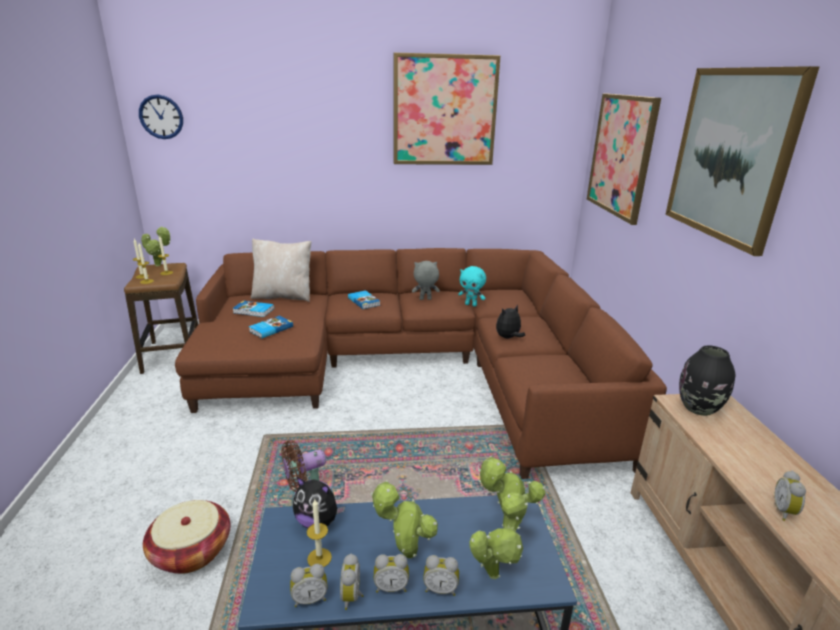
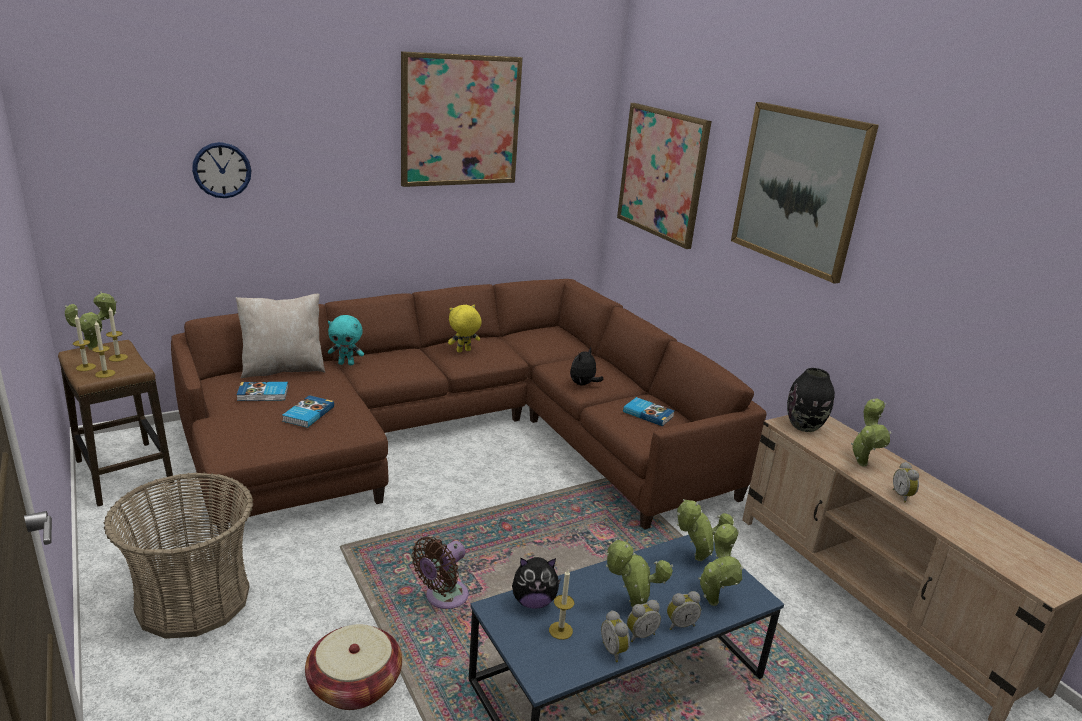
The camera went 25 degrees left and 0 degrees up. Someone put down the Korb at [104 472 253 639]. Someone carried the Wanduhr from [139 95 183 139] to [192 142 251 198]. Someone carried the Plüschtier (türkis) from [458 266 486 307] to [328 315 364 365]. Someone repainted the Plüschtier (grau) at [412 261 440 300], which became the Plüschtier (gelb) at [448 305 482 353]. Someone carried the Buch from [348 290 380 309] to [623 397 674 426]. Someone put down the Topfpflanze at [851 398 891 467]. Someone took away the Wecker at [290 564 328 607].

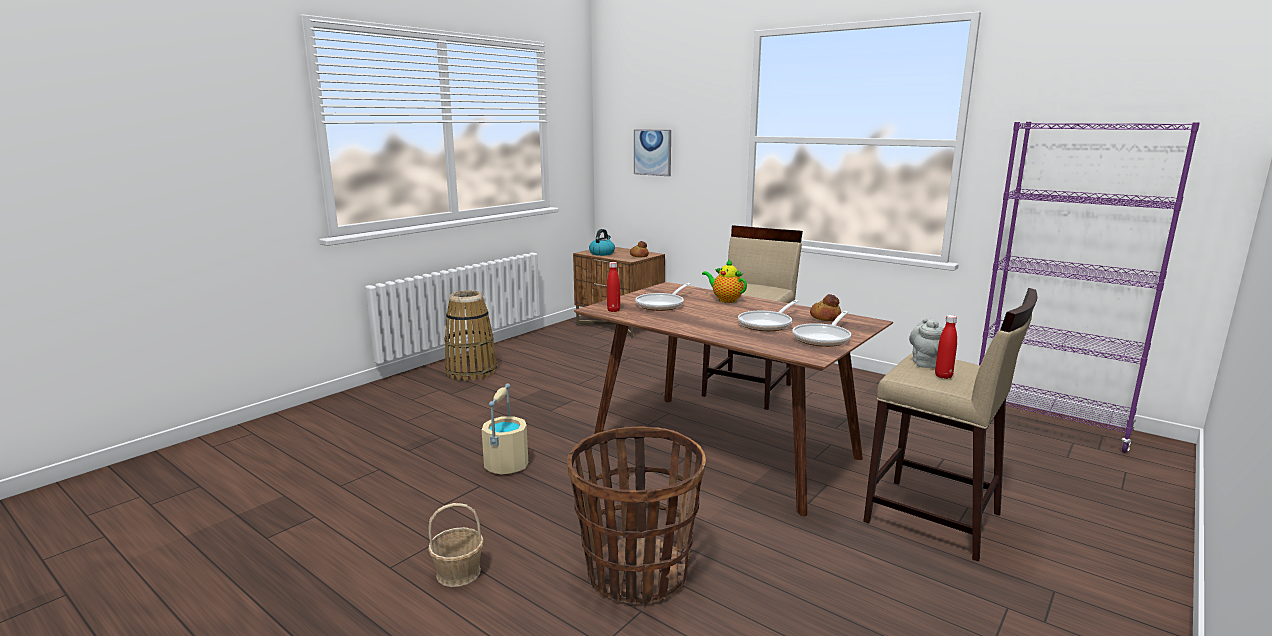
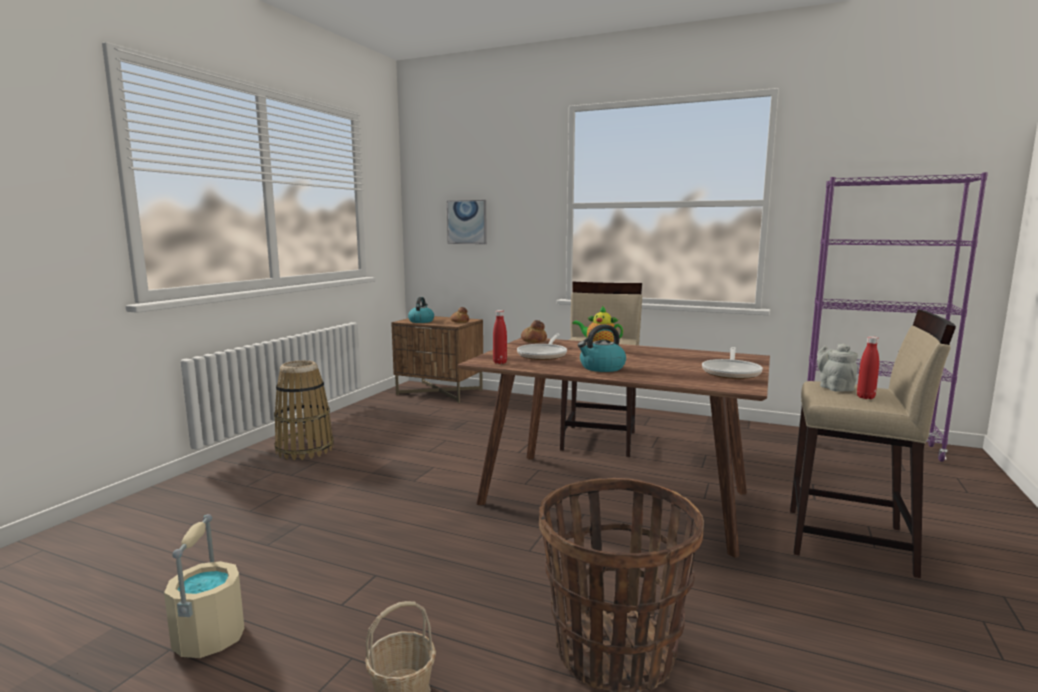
The camera went 15 degrees left and 5 degrees down. Someone carried the Eimer (beige) from [482 383 528 475] to [164 514 244 658]. Someone carried the Brot from [810 294 841 321] to [521 320 547 343]. Someone put down the Wasserkessel at [578 324 626 372]. Someone took away the Pfanne at [738 300 799 331].

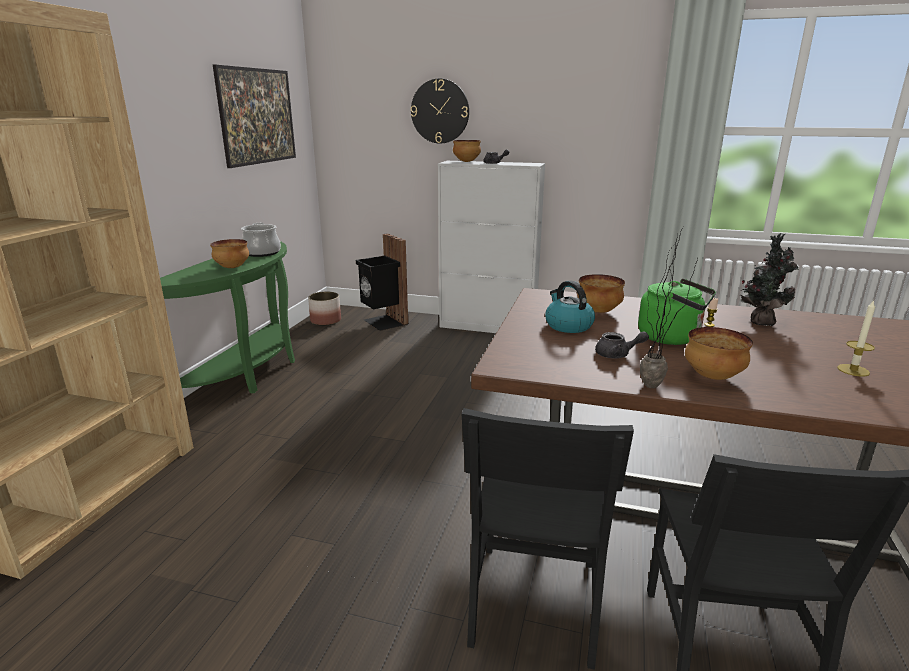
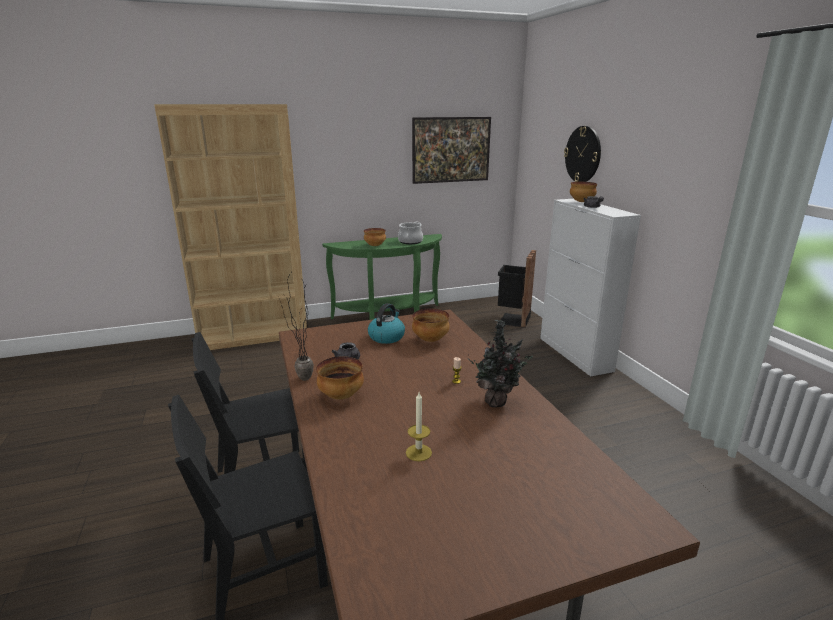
The camera went 55 degrees right and 0 degrees up. Someone took away the Pflanzkübel at [308 292 341 326]. Someone took away the Wasserkessel (grün) at [638 278 716 345].

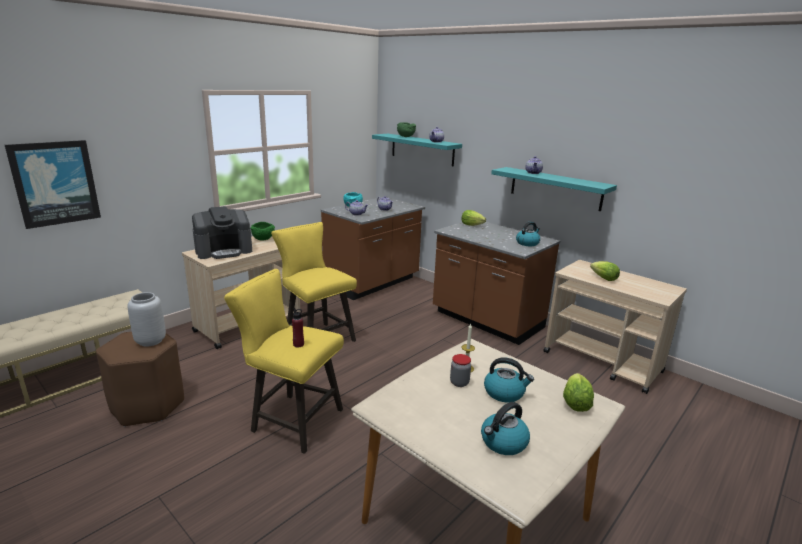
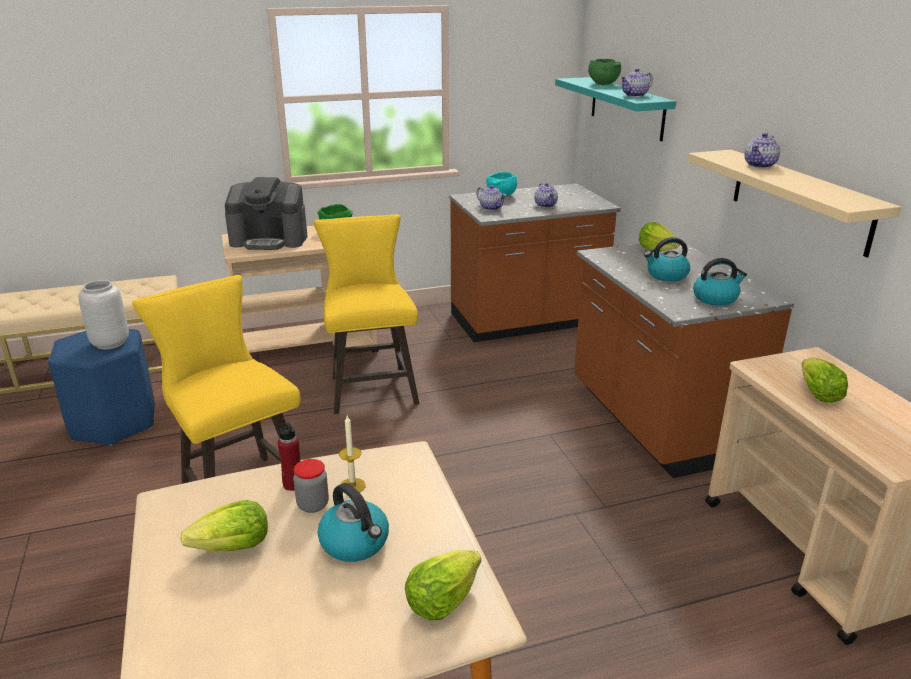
The camera went 30 degrees right and 5 degrees up. Someone repainted the Hocker (braun) at [96 332 184 427], which became the Hocker (blau) at [48 329 155 446]. Someone put down the Salatkopf at [180 500 268 551]. Someone carried the Flasche (rot) from [292 308 304 347] to [278 418 300 491]. Someone carried the Wasserkessel from [481 402 530 455] to [644 237 690 281]. Someone repainted the Wandregal (türkis) at [491 167 617 211], which became the Wandregal (beige) at [688 150 901 257]. Someone took away the Bild at [5 140 101 229].

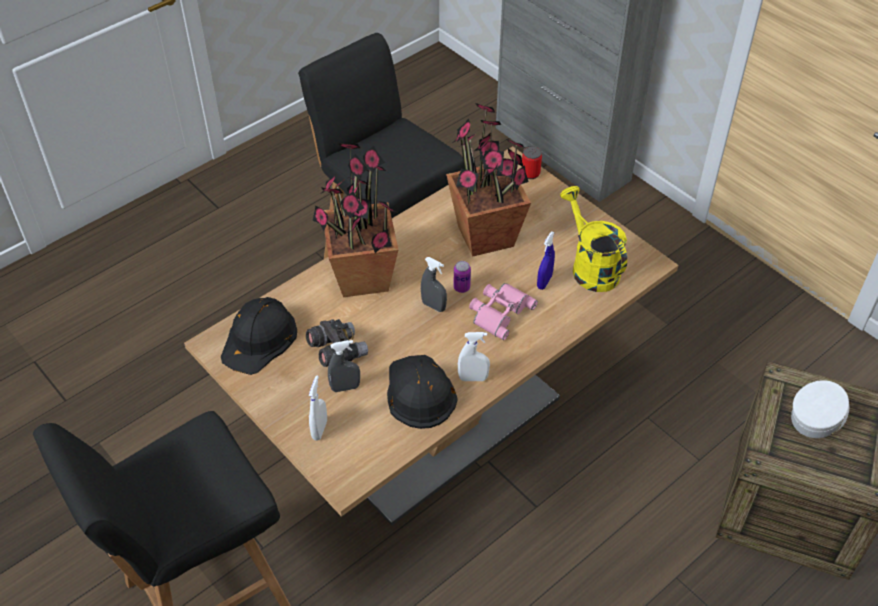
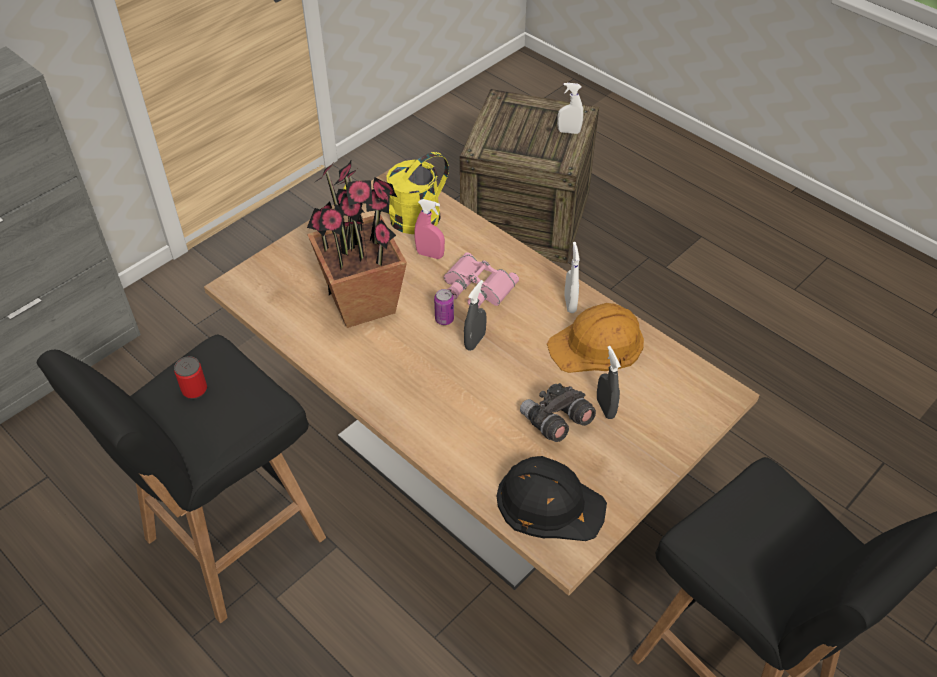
The camera went 95 degrees left and 0 degrees up. Someone carried the Dose from [522 146 542 179] to [174 356 207 399]. Someone repainted the Sprühflasche (blau) at [537 231 555 290], which became the Sprühflasche (rosa) at [414 199 445 259]. Someone repainted the Schutzhelm (schwarz) at [387 355 458 429], which became the Schutzhelm (orange) at [547 303 644 373]. Someone carried the Sprühflasche (weiß) from [309 376 327 441] to [557 83 583 134]. Someone took away the Topfpflanze at [313 143 398 297]. Someone took away the Kappe (weiß) at [791 380 849 438].

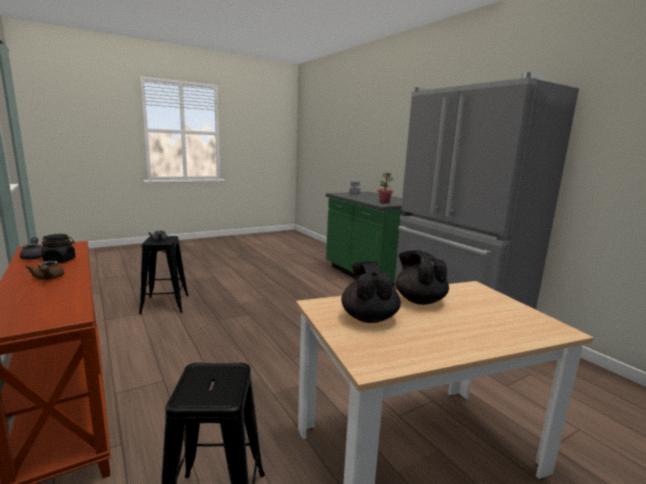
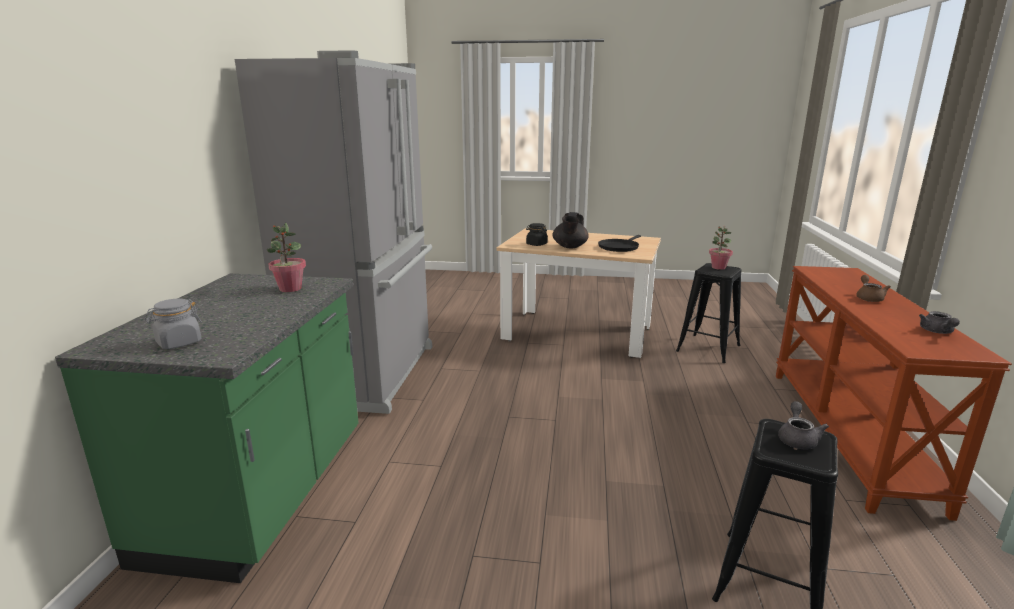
The camera went 140 degrees left and 5 degrees up. Someone carried the Vorratsglas (schwarz) from [41 234 76 263] to [526 223 548 246]. Someone swapped the Teekanne (schwarz) at [341 261 401 323] for the Pfanne (schwarz) at [598 235 641 252]. Someone put down the Topfpflanze at [709 226 733 270].

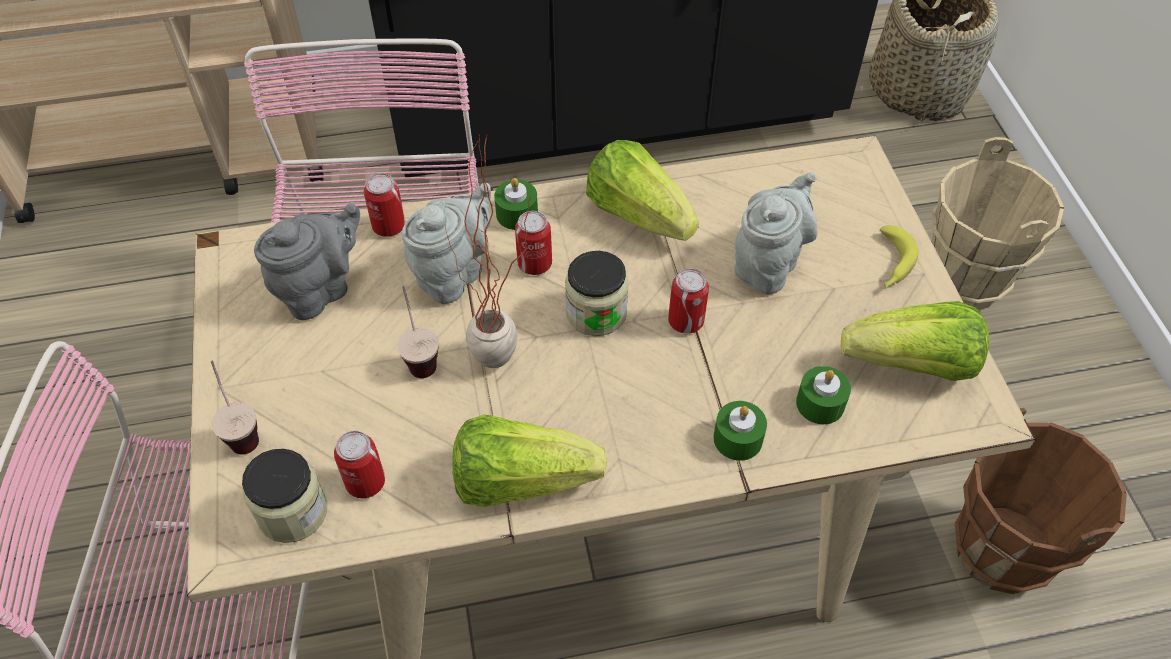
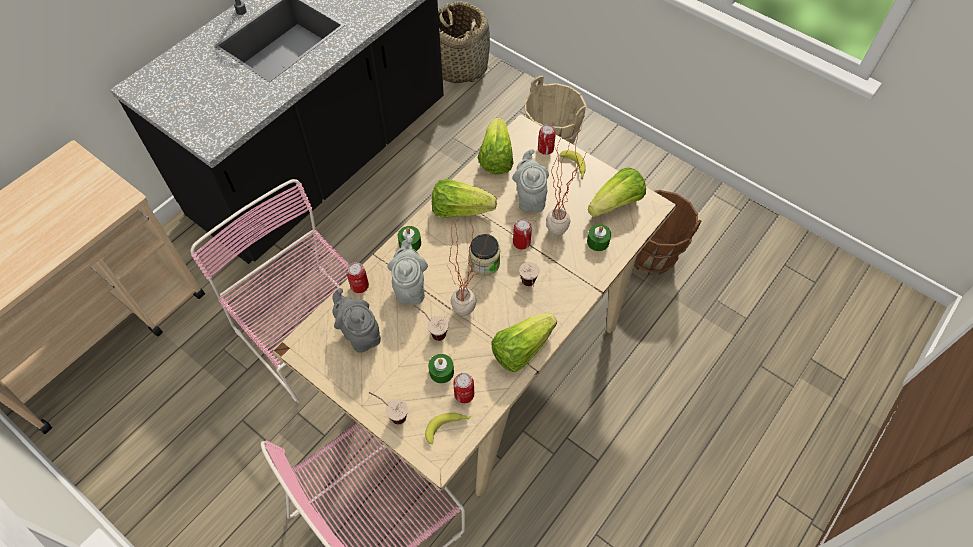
The camera went 40 degrees left and 5 degrees up. Someone rotated the Teekanne (grau) at [254 203 360 320] by 45 degrees counterclockwise. Someone swapped the Vorratsglas at [242 448 327 543] for the Banane at [425 413 471 444]. Someone carried the Kerze (grün) from [713 401 767 461] to [428 354 454 384]. Someone put down the Salatkopf at [477 118 513 174]. Someone put down the Tasse at [519 262 539 287]. Someone carried the Dose from [515 211 552 275] to [538 124 556 155]. Someone put down the Topfpflanze at [546 127 589 236].

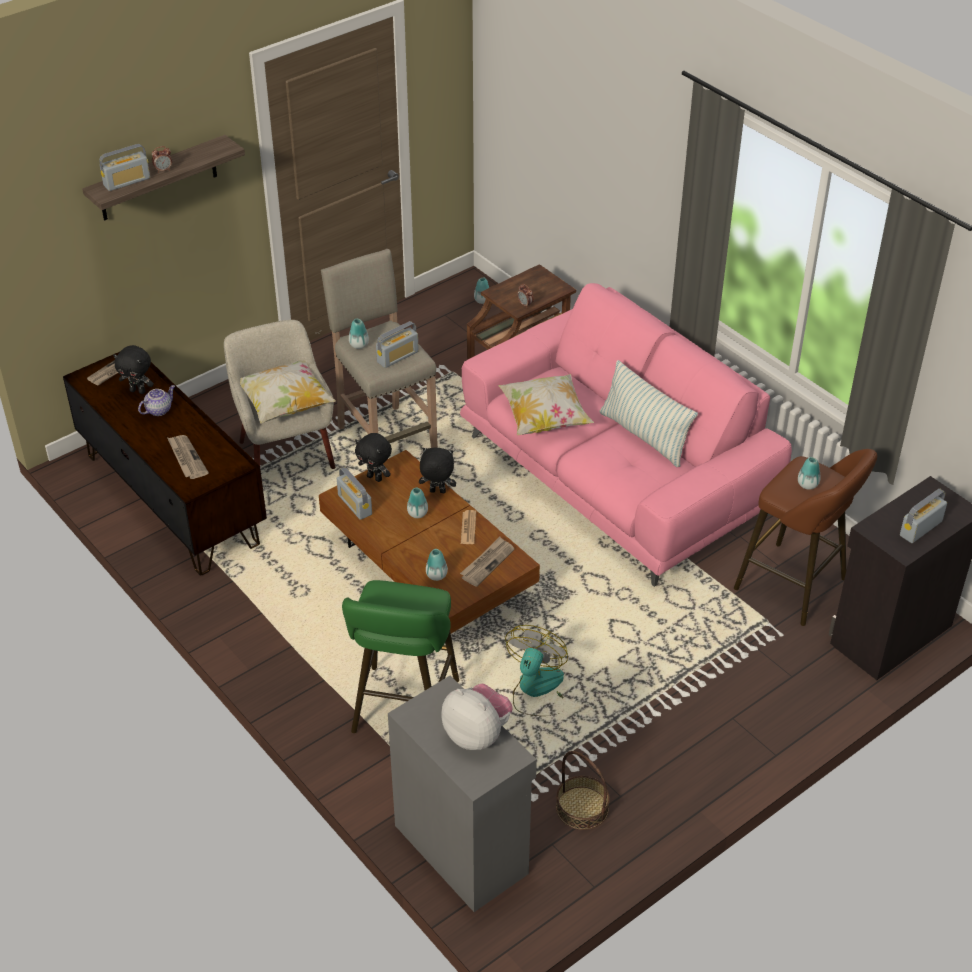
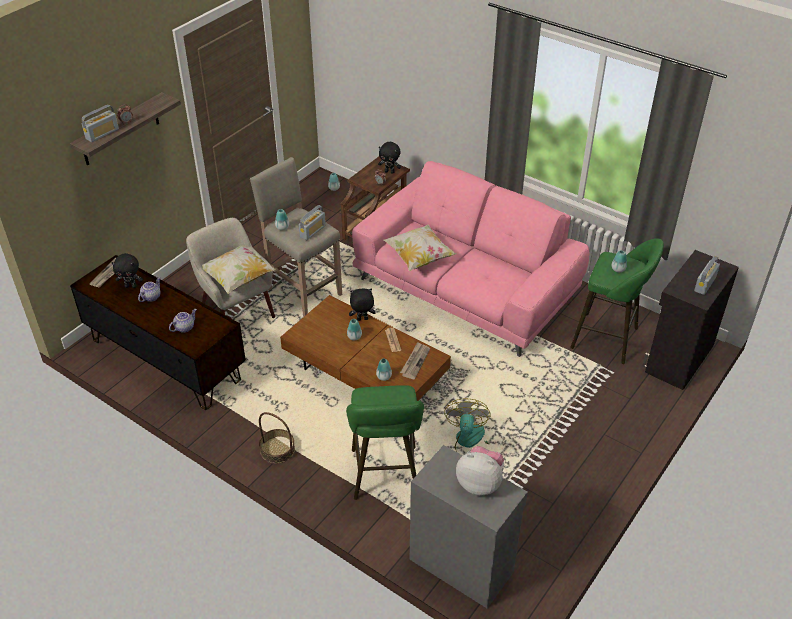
The camera went 15 degrees left and 0 degrees up. Someone swapped the Zeitung at [167 435 209 479] for the Teekanne at [169 309 197 333]. Someone carried the Korb from [556 751 610 830] to [259 412 295 464]. Someone carried the Plüschtier (schwarz) from [355 433 392 482] to [378 142 401 174]. Someone repainted the Hocker (braun) at [734 449 877 626], which became the Hocker (grün) at [570 238 664 364]. Someone took away the Radio at [337 467 372 520]. Someone took away the Kissen at [600 360 698 467].

